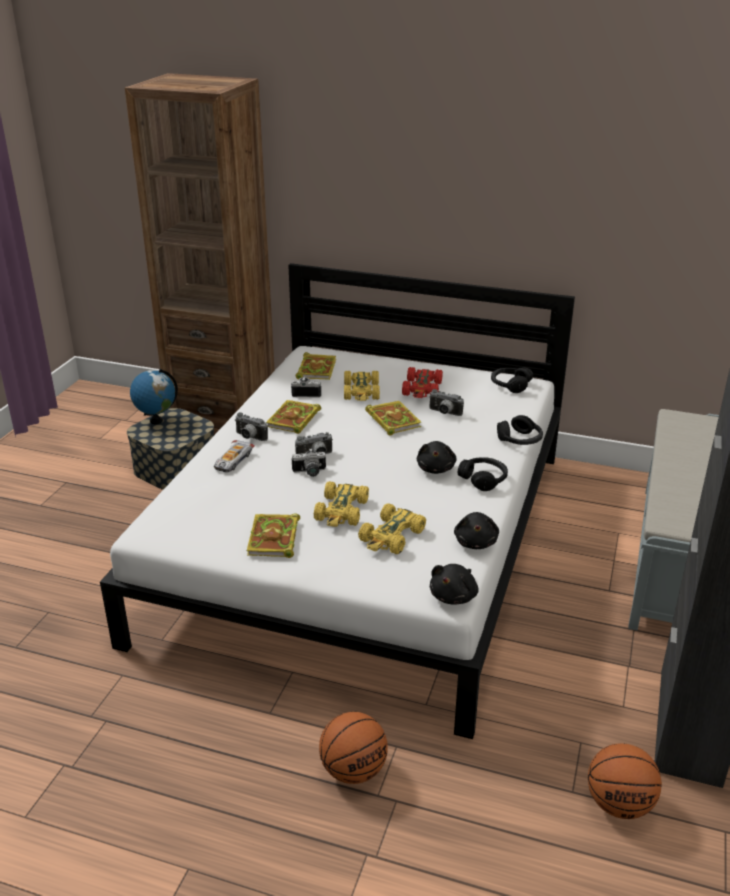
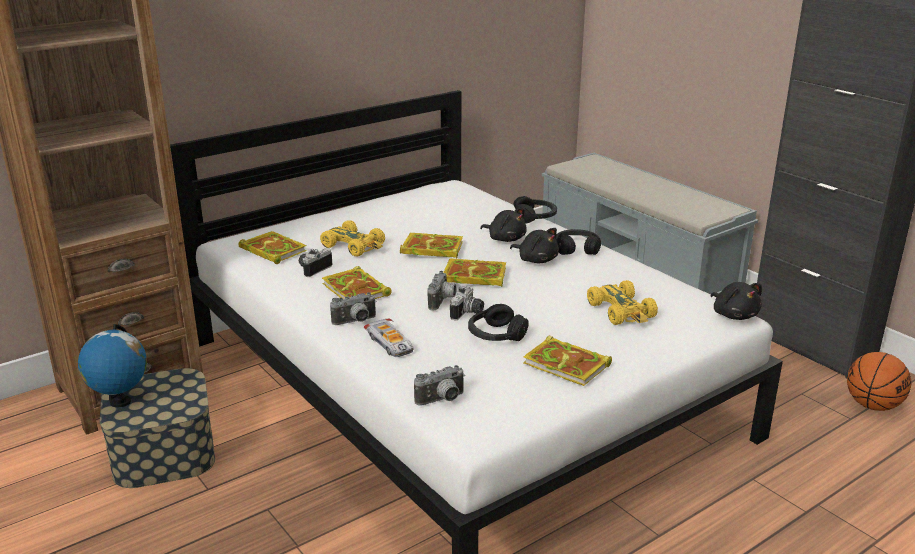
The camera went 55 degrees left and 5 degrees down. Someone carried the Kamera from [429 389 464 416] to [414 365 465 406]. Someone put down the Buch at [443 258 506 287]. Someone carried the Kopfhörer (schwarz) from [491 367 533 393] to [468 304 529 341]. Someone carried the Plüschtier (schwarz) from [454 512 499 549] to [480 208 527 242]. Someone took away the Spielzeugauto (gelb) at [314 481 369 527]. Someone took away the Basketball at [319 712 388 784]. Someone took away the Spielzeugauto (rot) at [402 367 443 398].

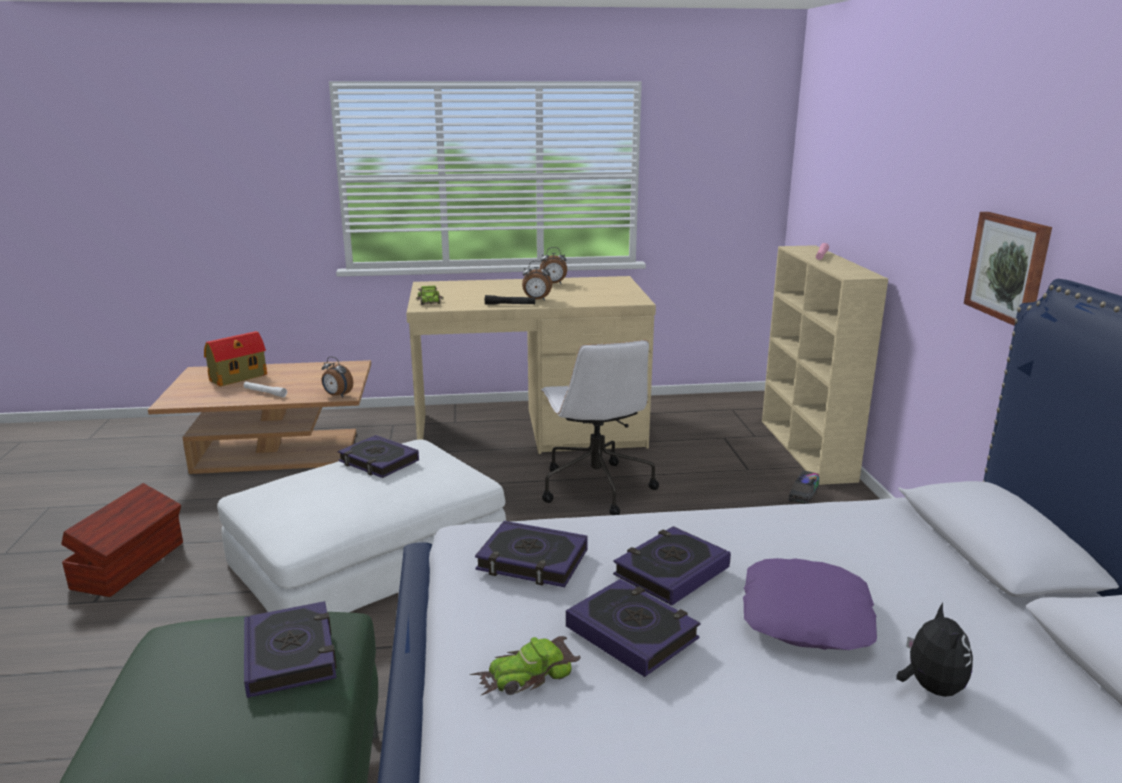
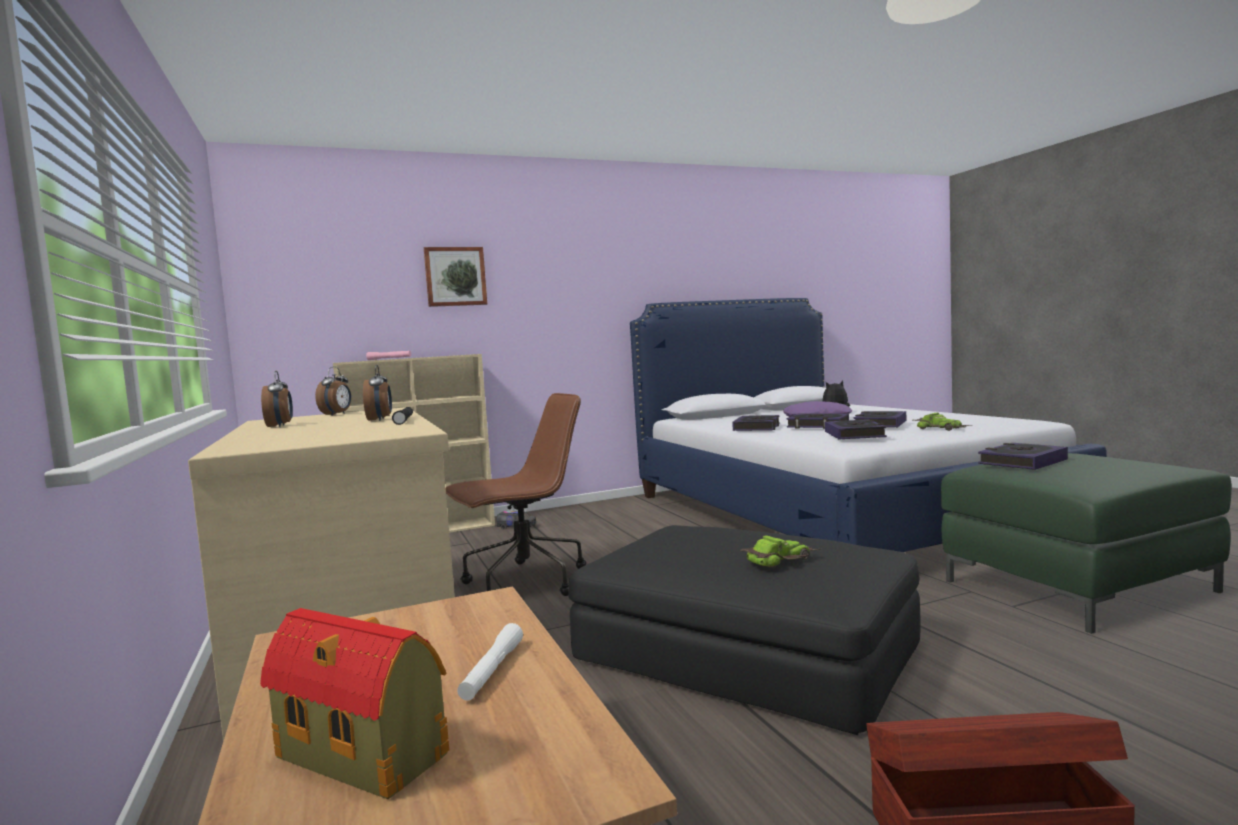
The camera went 105 degrees left and 15 degrees down. Someone carried the Wecker from [322 356 353 397] to [315 367 351 416]. Someone carried the Bild from [964 212 1052 326] to [424 247 487 307]. Someone repainted the Bürostuhl (weiß) at [541 340 659 515], which became the Bürostuhl (braun) at [445 393 586 596]. Someone repainted the Polsterhocker (weiß) at [217 439 506 612], which became the Polsterhocker (schwarz) at [568 525 920 735]. Someone carried the Buch from [338 435 419 478] to [732 415 780 431]. Someone carried the Spielzeugauto from [415 286 444 305] to [740 536 820 569].

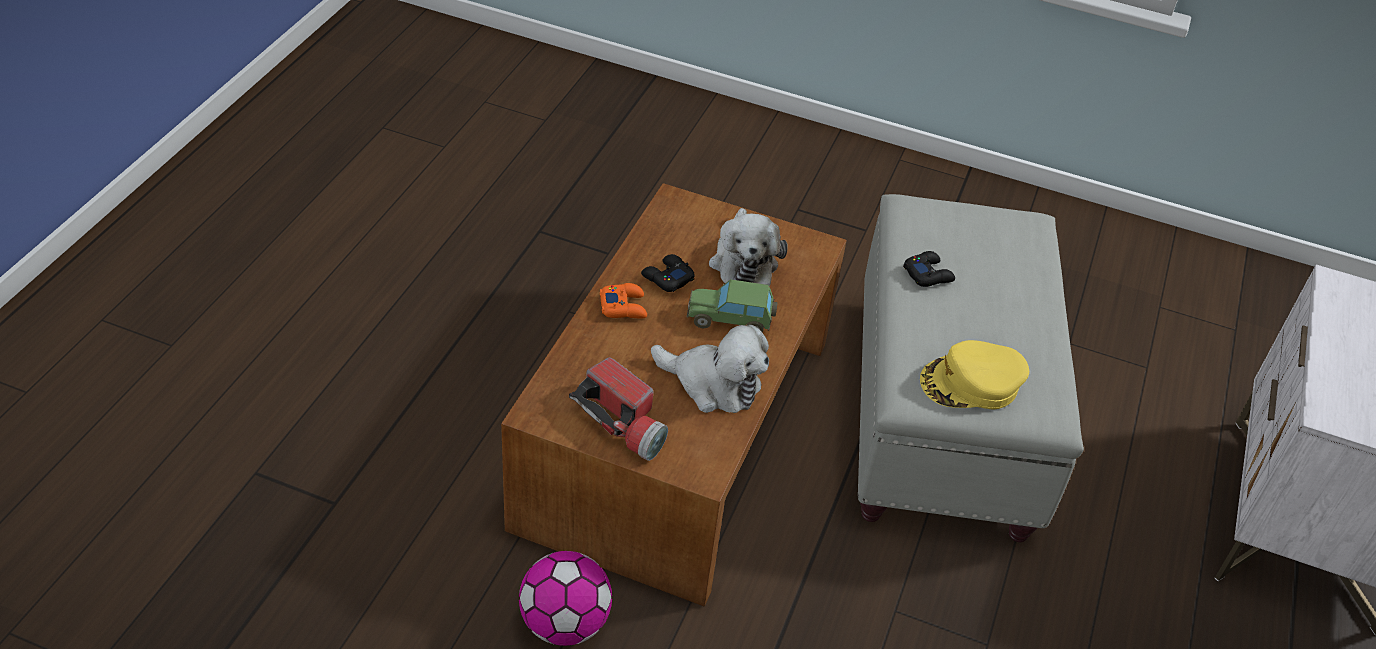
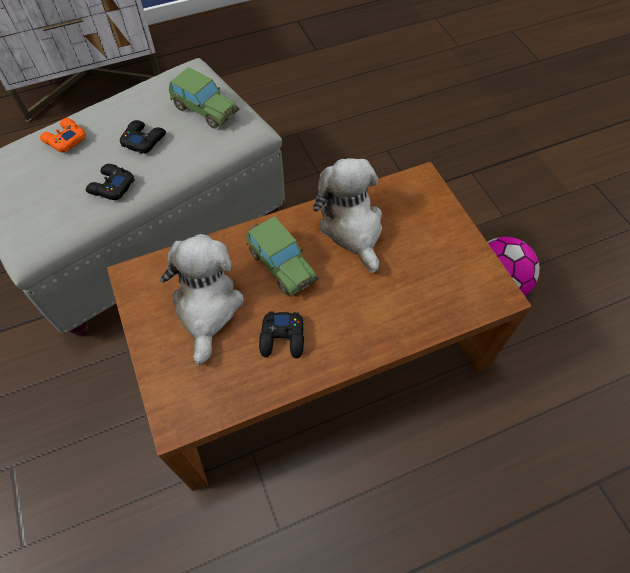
The camera went 130 degrees left and 15 degrees up. Someone carried the Gamepad (orange) from [600 283 647 319] to [40 118 86 152]. Someone put down the Gamepad (schwarz) at [120 120 166 154]. Someone rotated the Plüschtier at [709 208 788 286] by 45 degrees counterclockwise. Someone swapped the Kappe (gelb) at [920 340 1029 410] for the Spielzeugauto at [169 67 239 129]. Someone took away the Taschenlampe at [569 357 668 461].

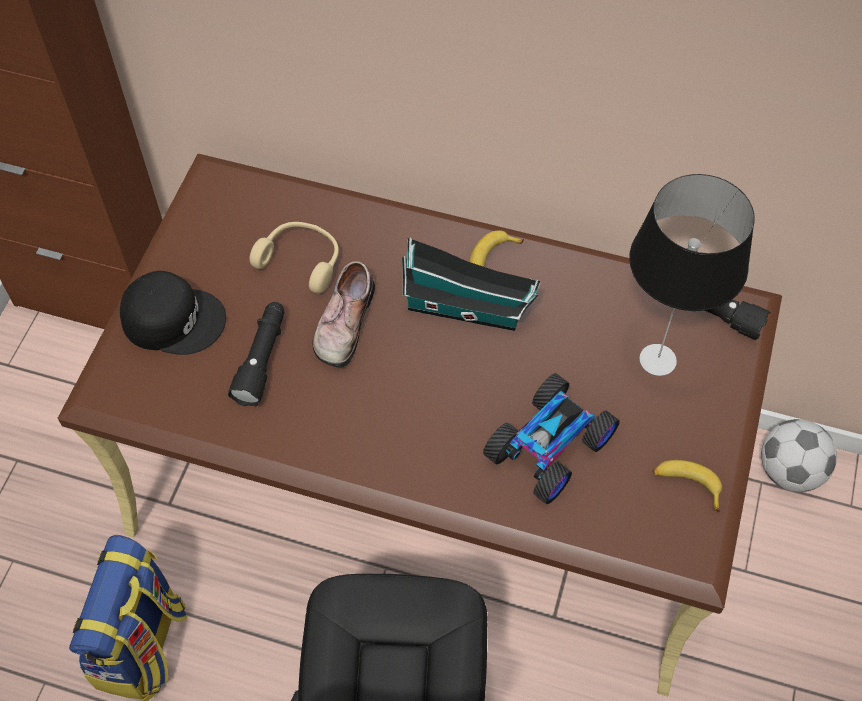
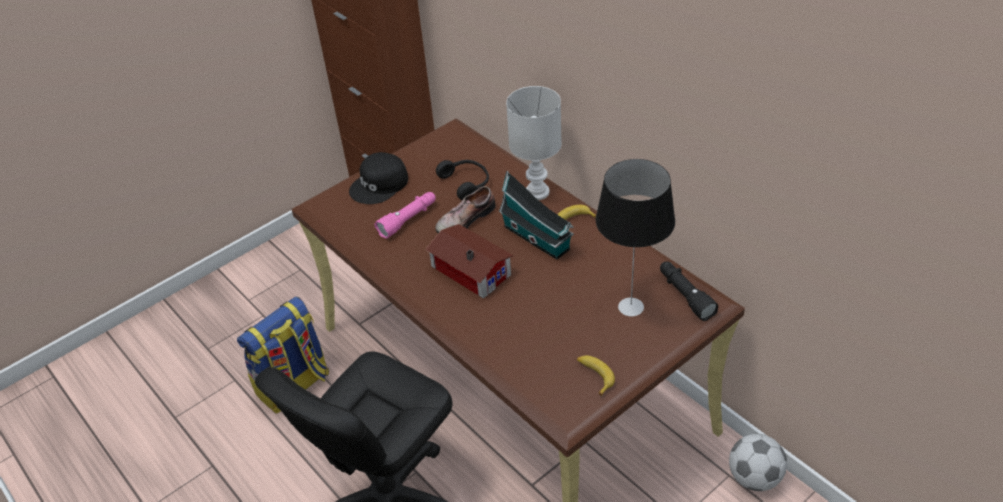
The camera went 35 degrees right and 15 degrees down. Someone rotated the Kappe (schwarz) at [120 271 226 355] by 90 degrees clockwise. Someone repainted the Taschenlampe (schwarz) at [228 302 285 407], which became the Taschenlampe (rosa) at [374 192 436 239]. Someone put down the Spielzeughaus at [425 224 514 298]. Someone repainted the Kopfhörer (beige) at [249 222 339 294], which became the Kopfhörer (schwarz) at [436 160 489 200]. Someone put down the Tischlampe (weiß) at [506 86 562 200]. Someone took away the Spielzeugauto at [483 373 620 504].

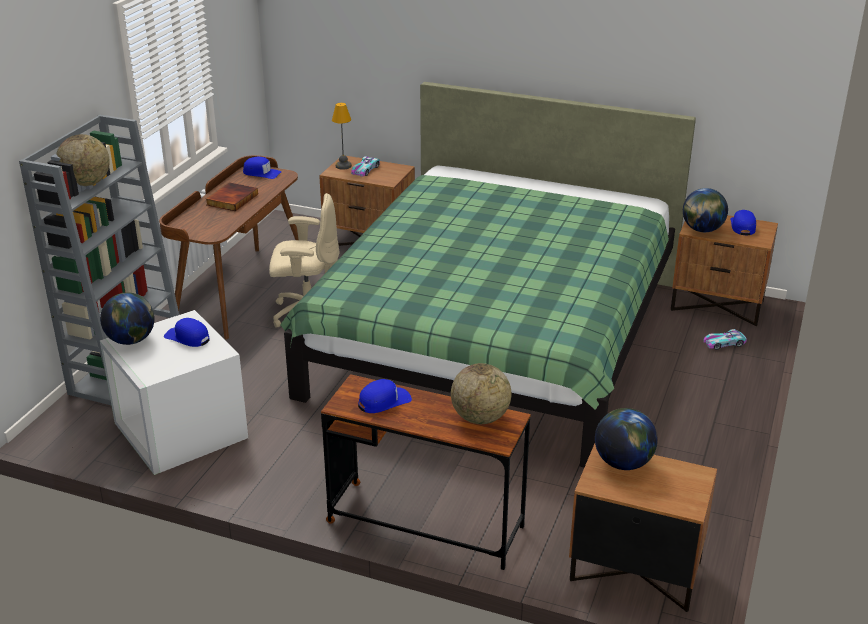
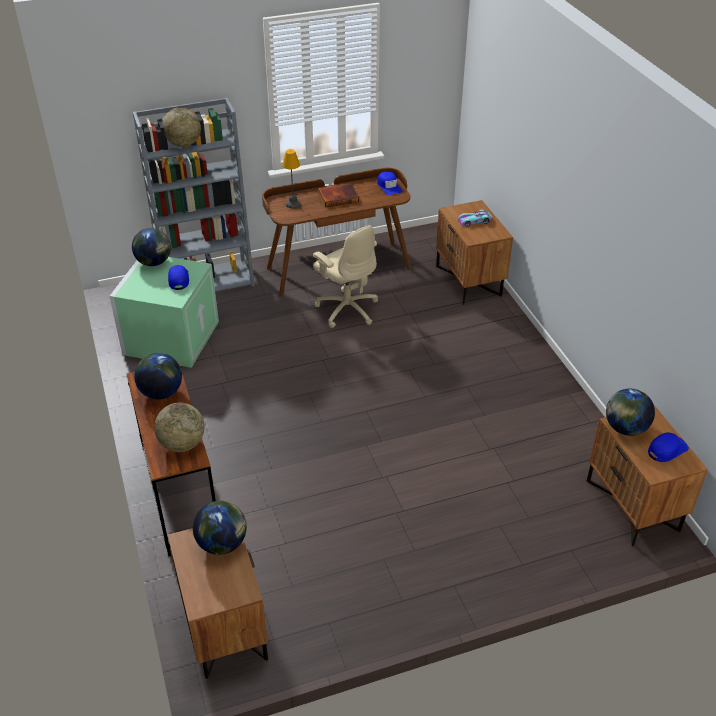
The camera went 50 degrees right and 10 degrees up. Someone repainted the Aufbewahrungsbox (weiß) at [100 310 248 475], which became the Aufbewahrungsbox (grün) at [109 257 219 368]. Someone swapped the Kappe (blau) at [358 379 412 413] for the Globus at [134 353 182 399]. Someone carried the Tischlampe from [332 103 352 170] to [282 149 301 209]. Someone took away the Bett (grün) at [280 82 696 467]. Someone took away the Spielzeugauto at [703 329 747 350].

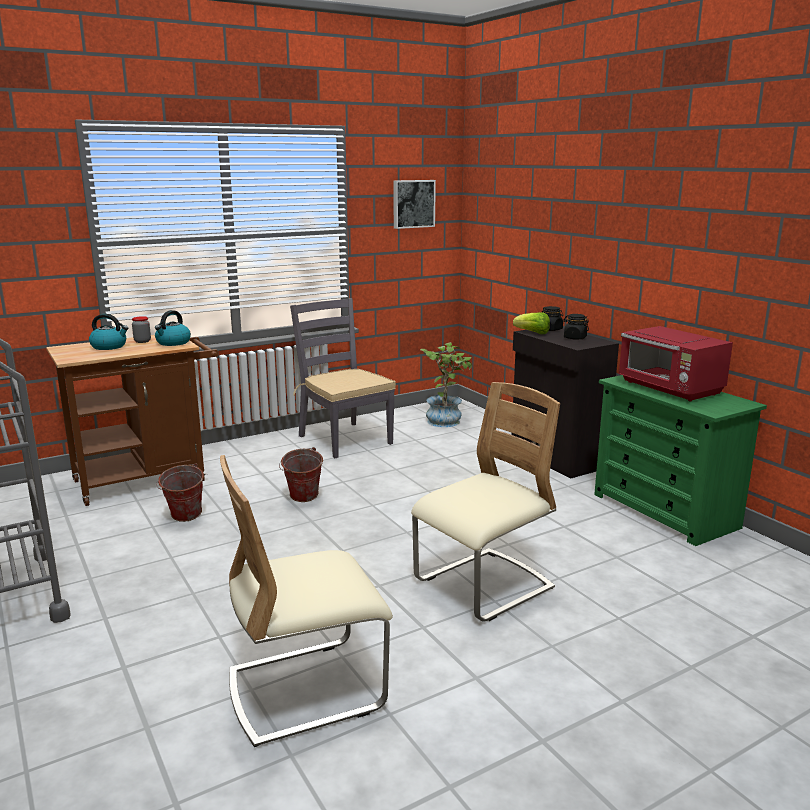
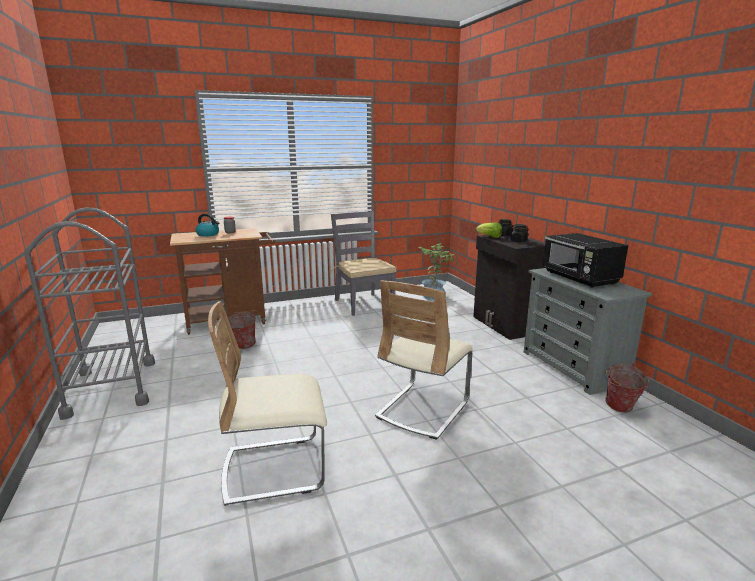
The camera went 10 degrees right and 0 degrees up. Someone rotated the Stuhl (beige) at [411 382 560 622] by 150 degrees clockwise. Someone repainted the Kommode (grün) at [594 375 767 546], which became the Kommode (grau) at [524 268 652 395]. Someone repainted the Mikrowelle (rot) at [618 326 733 401], which became the Mikrowelle (schwarz) at [543 233 628 288]. Someone carried the Eimer from [279 447 323 502] to [605 364 650 413]. Someone took away the Wasserkessel at [155 310 191 346]. Someone took away the Bild at [393 180 436 229].

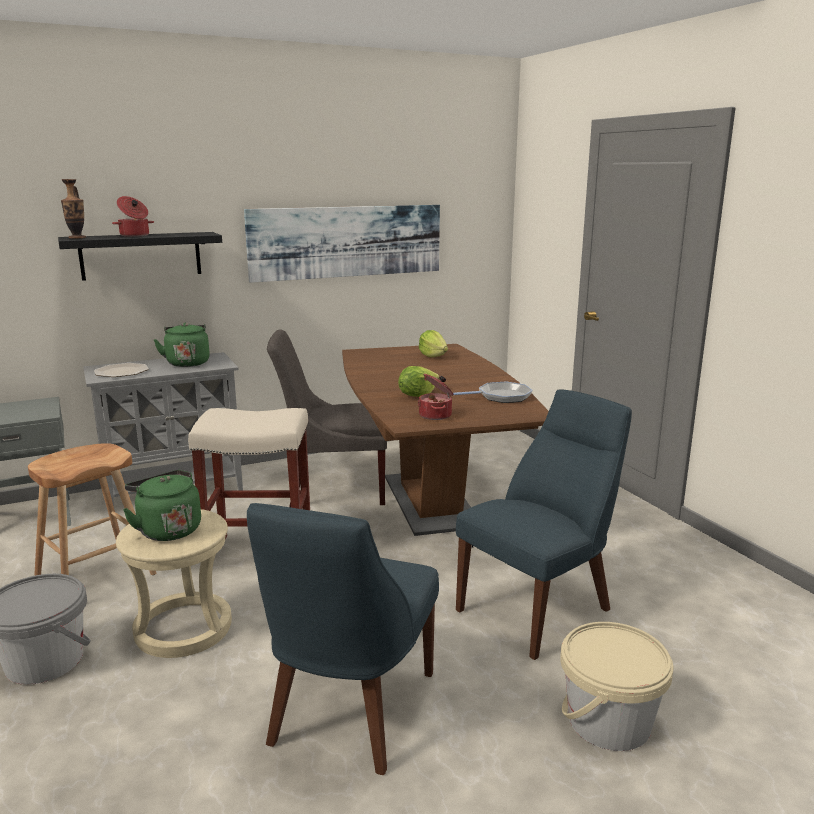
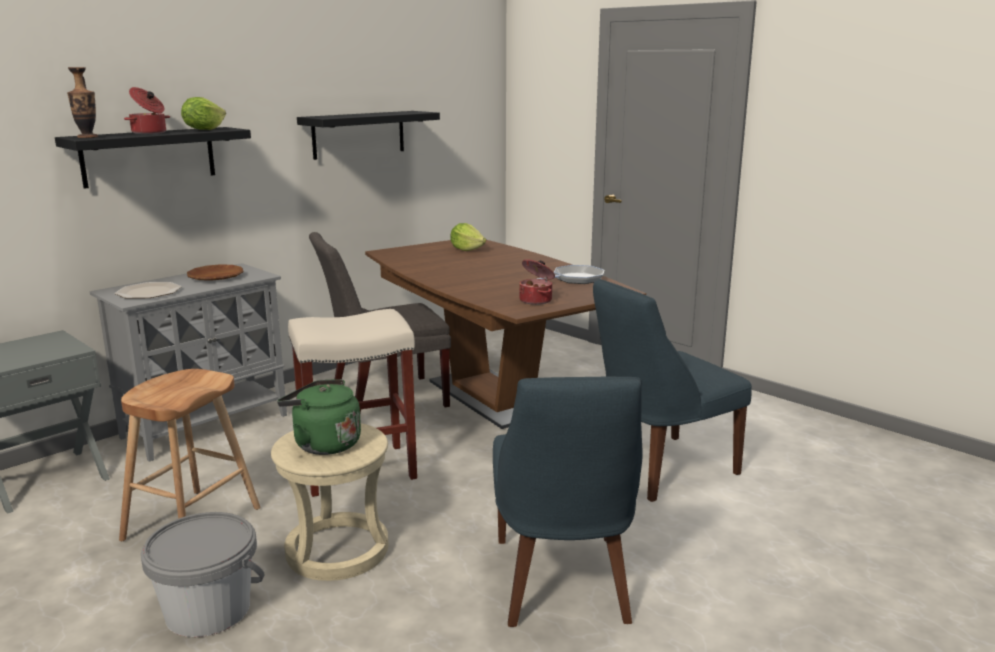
The camera went 20 degrees left and 0 degrees up. Someone carried the Salatkopf from [398 366 439 397] to [181 97 226 130]. Someone swapped the Wasserkessel (grün) at [154 323 210 367] for the Teller (braun) at [187 264 244 281]. Someone swapped the Bild at [244 205 440 283] for the Wandregal (schwarz) at [297 111 440 160]. Someone rotated the Stuhl (blau) at [456 389 632 660] by 150 degrees counterclockwise. Someone took away the Eimer (beige) at [560 622 674 751].

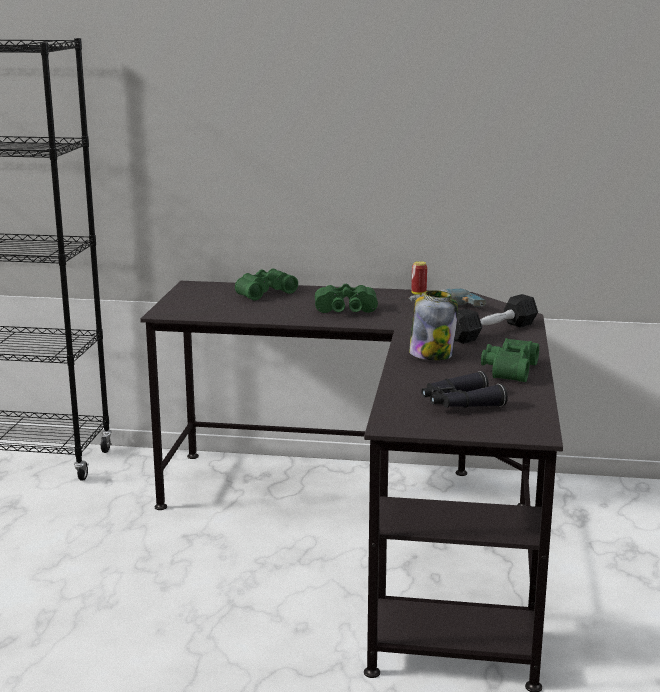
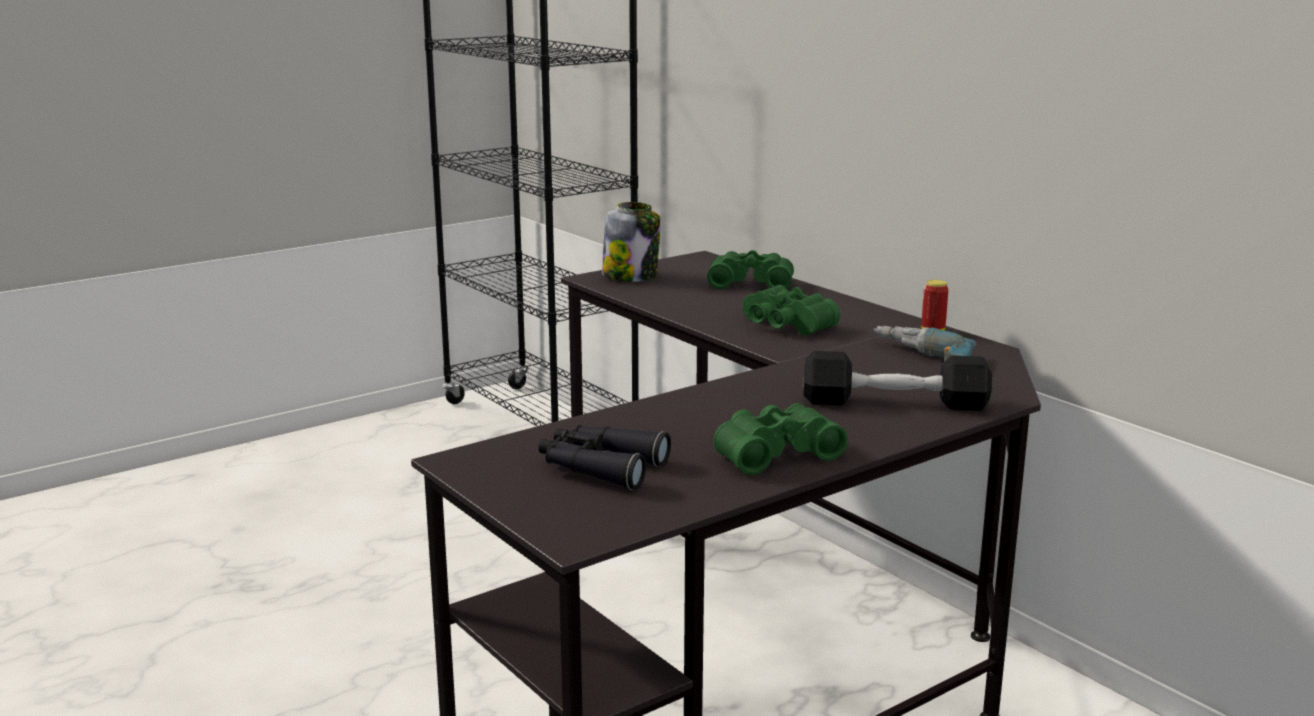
The camera went 45 degrees right and 0 degrees up. Someone carried the Vorratsglas from [409 290 458 360] to [602 202 661 282].

